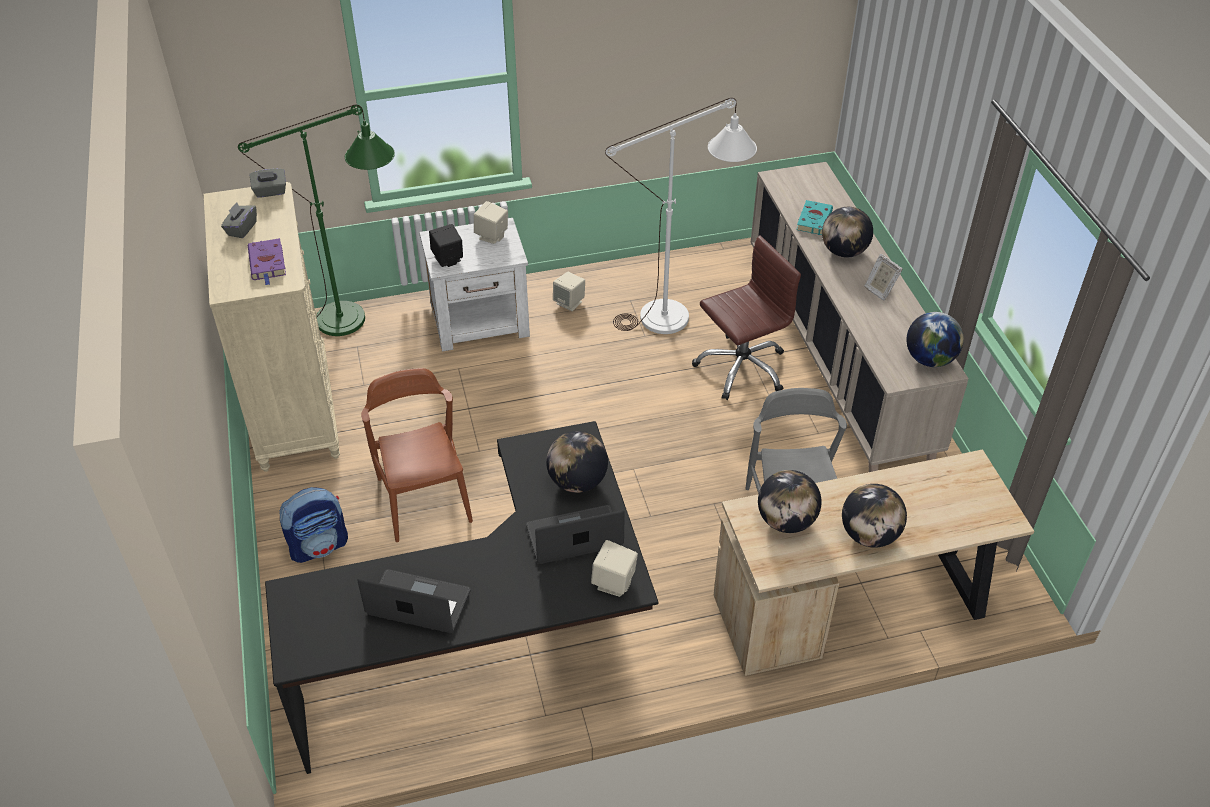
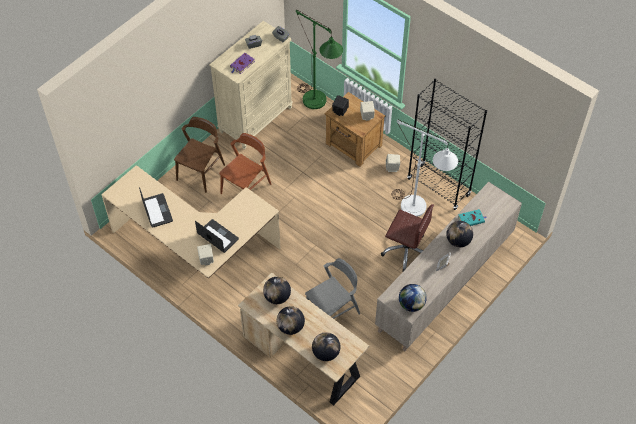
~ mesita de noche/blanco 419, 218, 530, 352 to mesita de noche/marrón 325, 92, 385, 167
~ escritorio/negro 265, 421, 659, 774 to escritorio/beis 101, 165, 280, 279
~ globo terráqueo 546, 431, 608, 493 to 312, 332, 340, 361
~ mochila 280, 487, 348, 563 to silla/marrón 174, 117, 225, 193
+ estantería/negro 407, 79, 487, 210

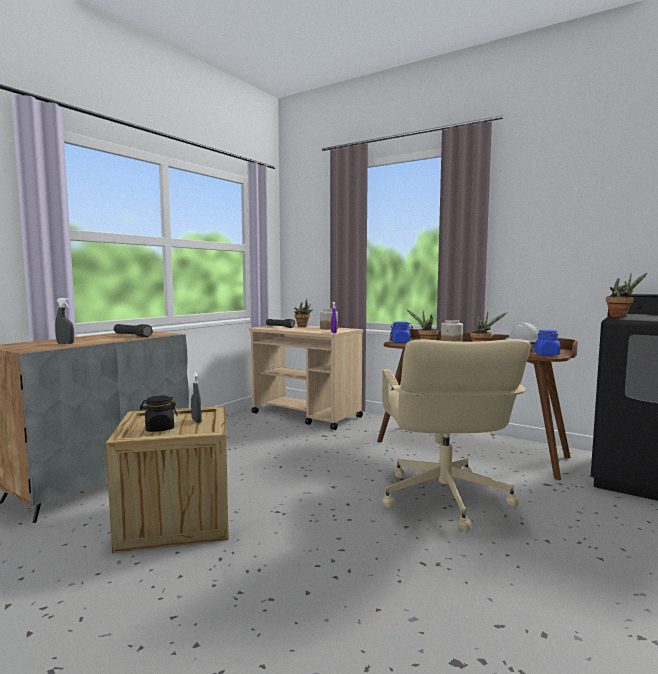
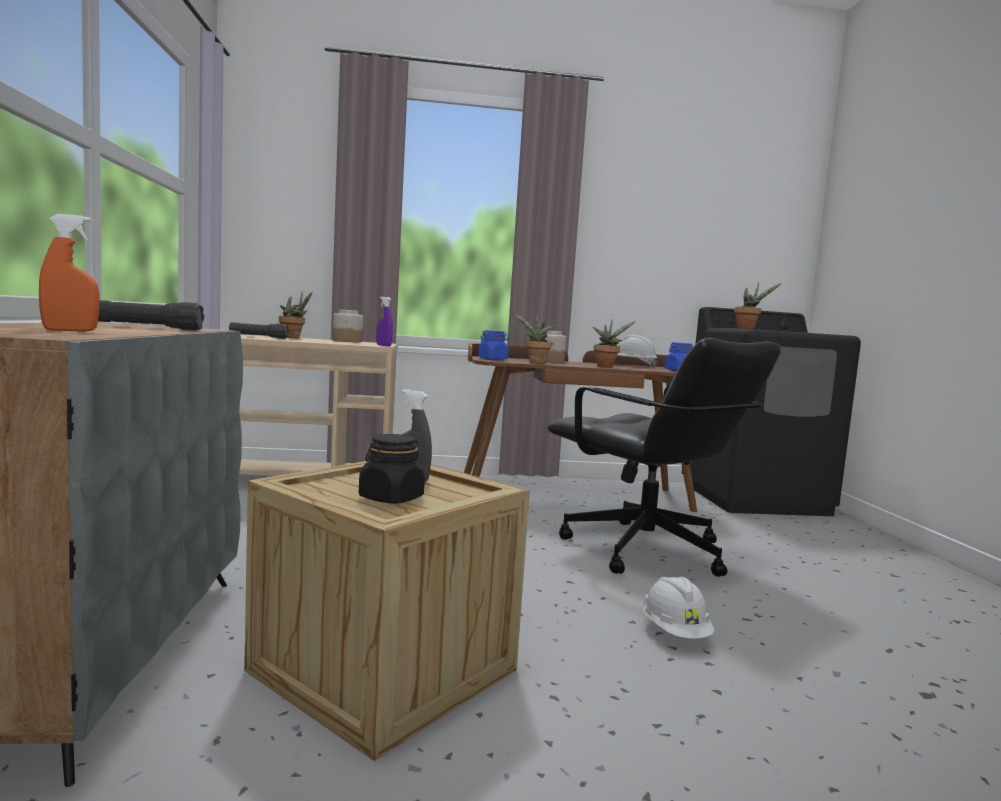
~ pulverizador/gris 55, 298, 74, 344 to pulverizador/naranja 39, 214, 99, 332
~ silla de oficina/beis 382, 339, 531, 531 to silla de oficina/negro 548, 338, 781, 577
+ casco/blanco 642, 577, 715, 639

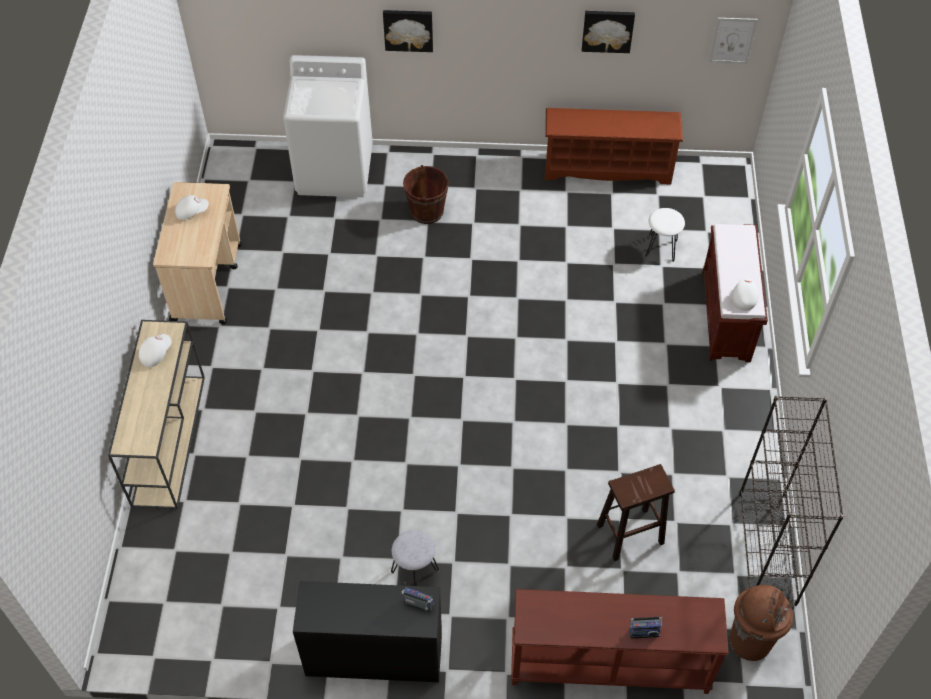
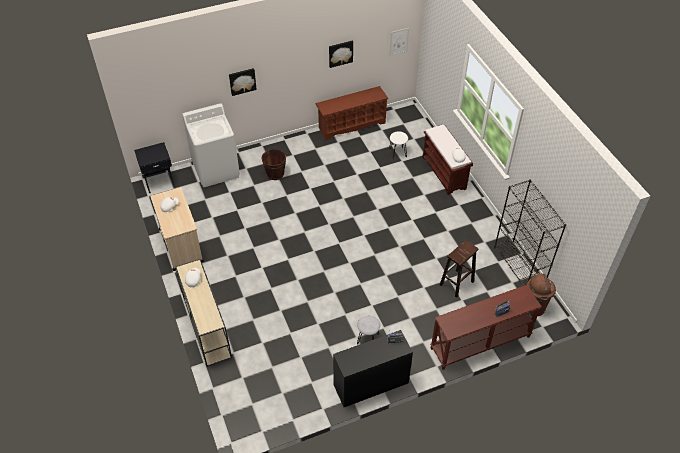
+ mesita de noche/negro 134, 142, 175, 193

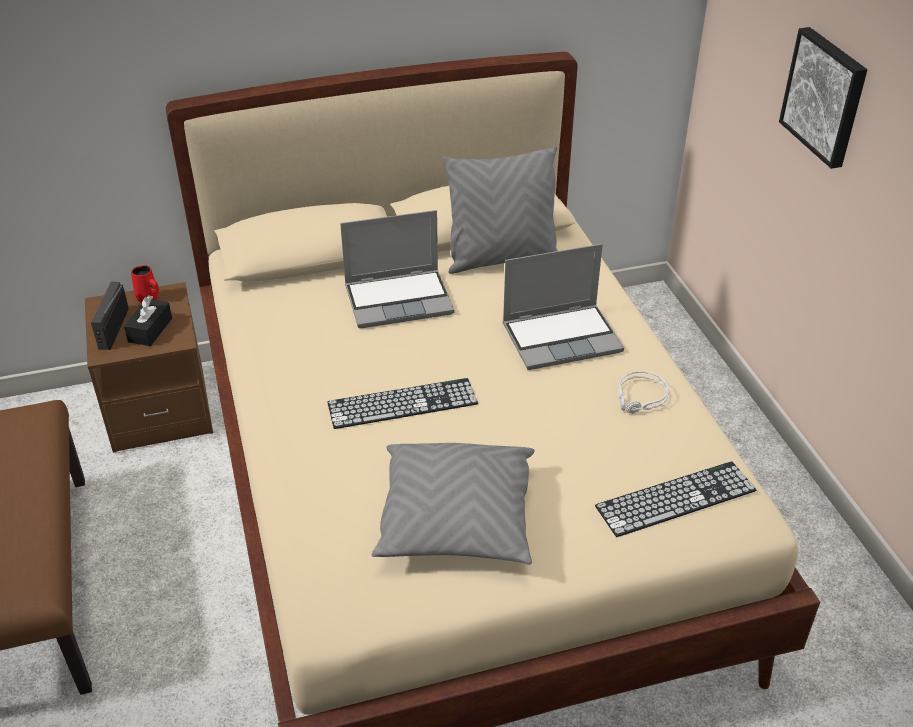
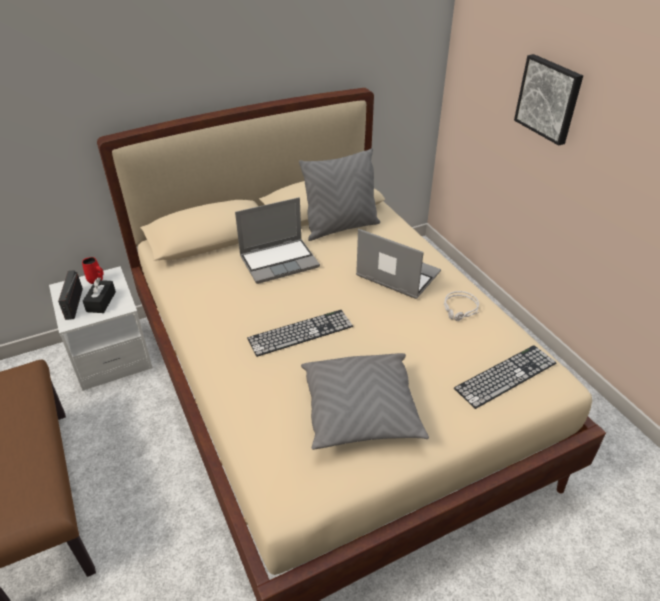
~ portátil 503, 244, 624, 370 = 356, 229, 441, 299 120 degrees counterclockwise
~ mesita de noche/marrón 85, 282, 213, 453 to mesita de noche/blanco 49, 266, 153, 391

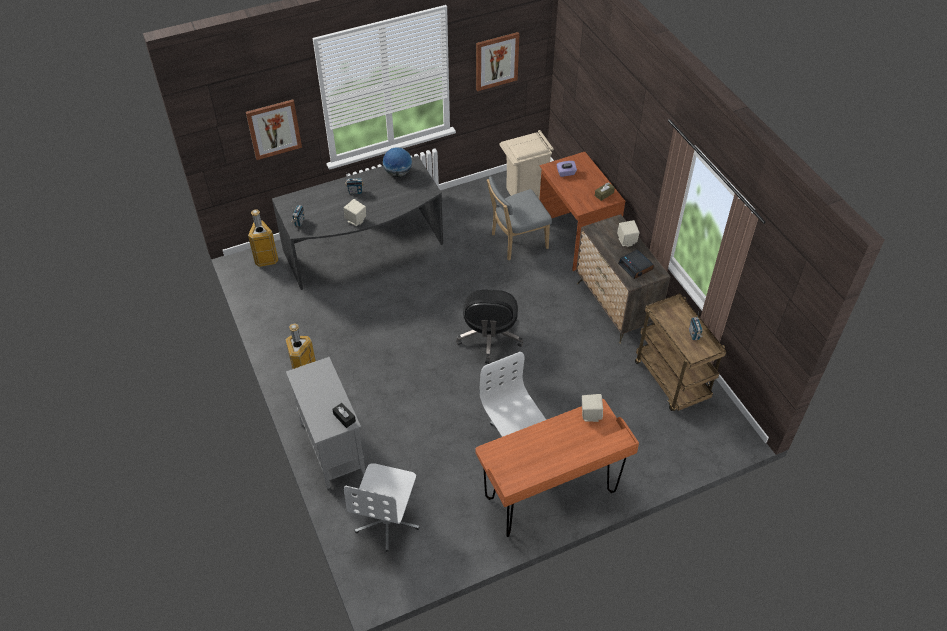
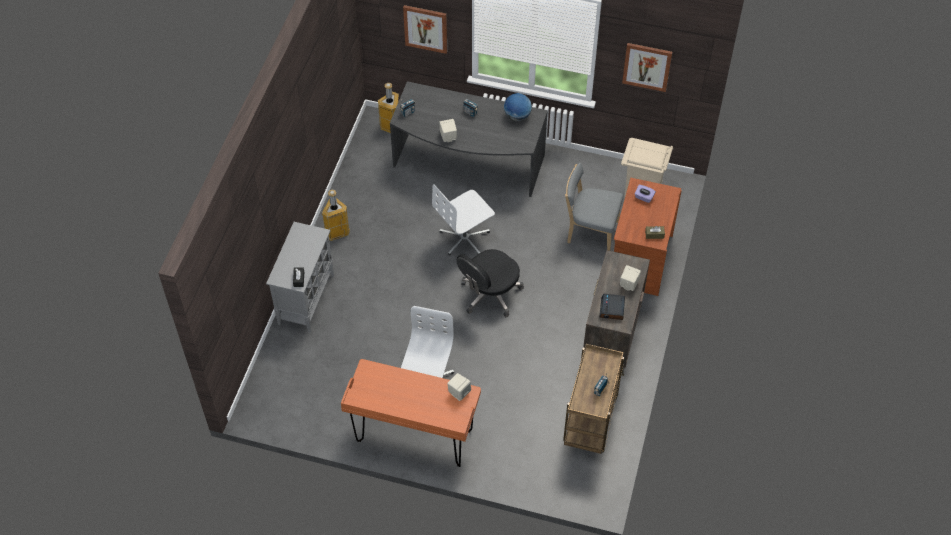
~ silla de oficina/blanco 344, 463, 419, 552 to 432, 184, 495, 255

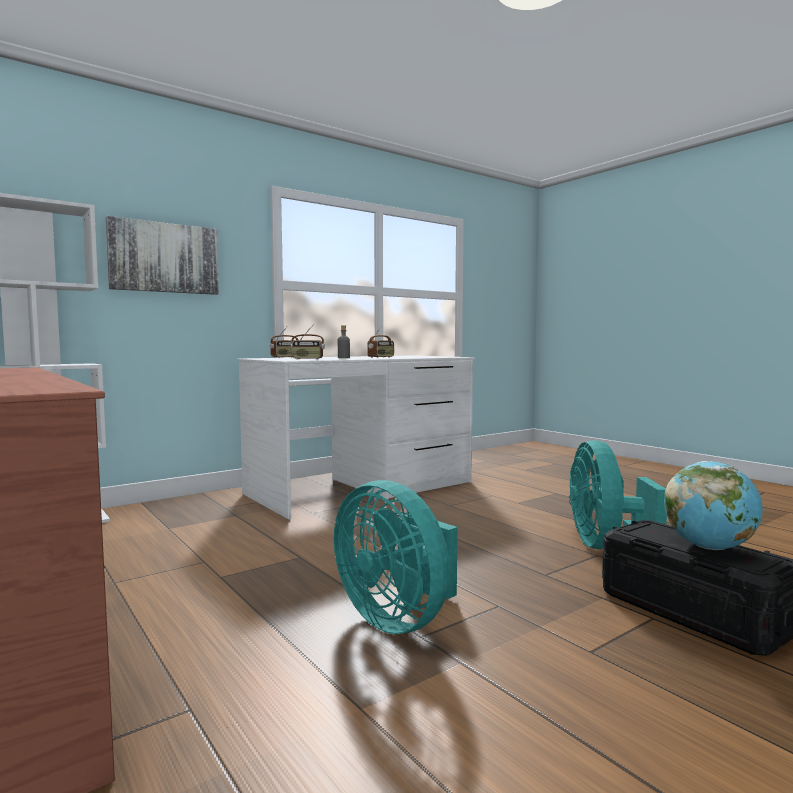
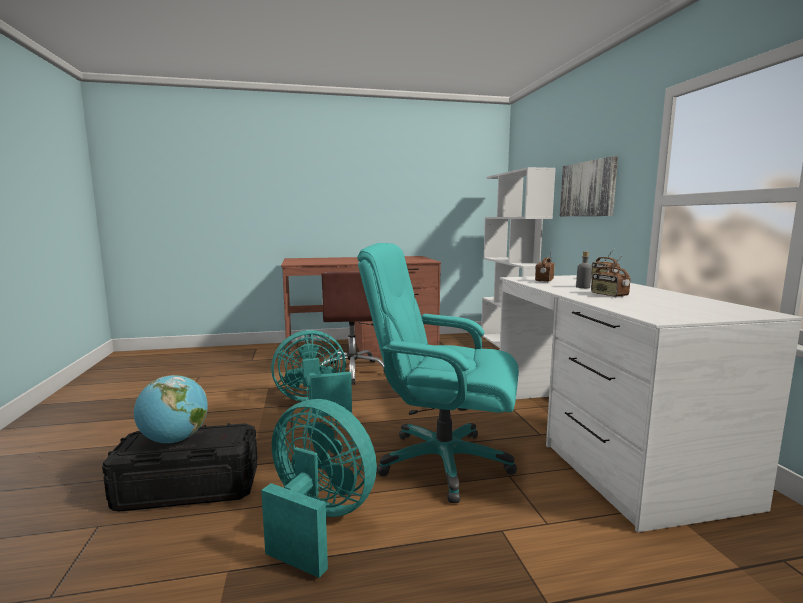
+ silla de oficina/turquesa 357, 243, 519, 503
+ silla de oficina/marrón 322, 271, 385, 385

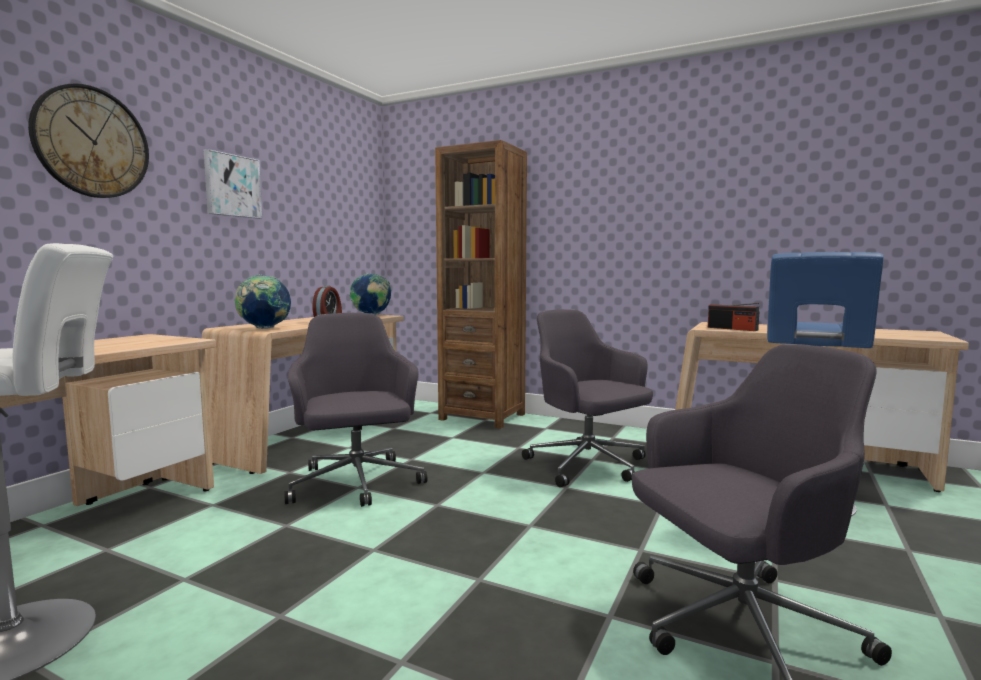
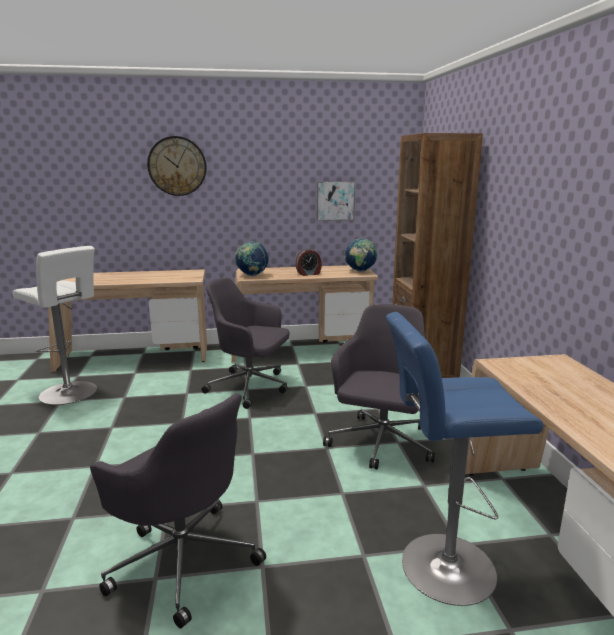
~ cuadro 204, 149, 262, 219 to 317, 181, 355, 221
- radio 708, 303, 759, 331
~ silla de oficina/gris 284, 313, 427, 507 = 201, 278, 289, 409 105 degrees counterclockwise

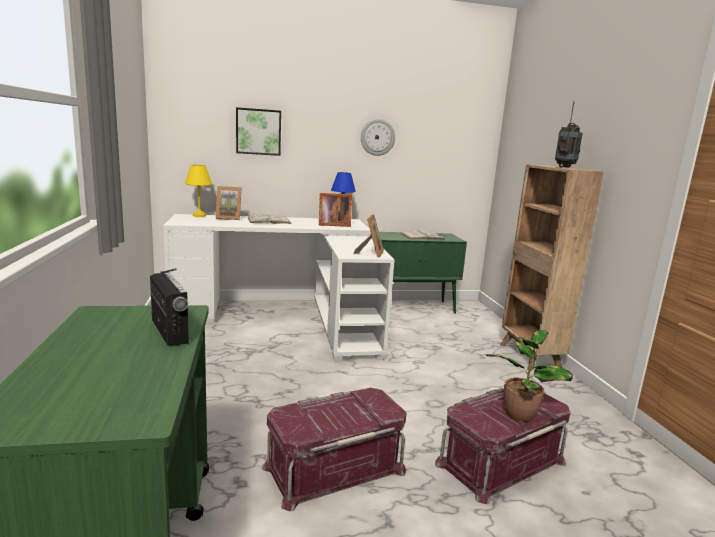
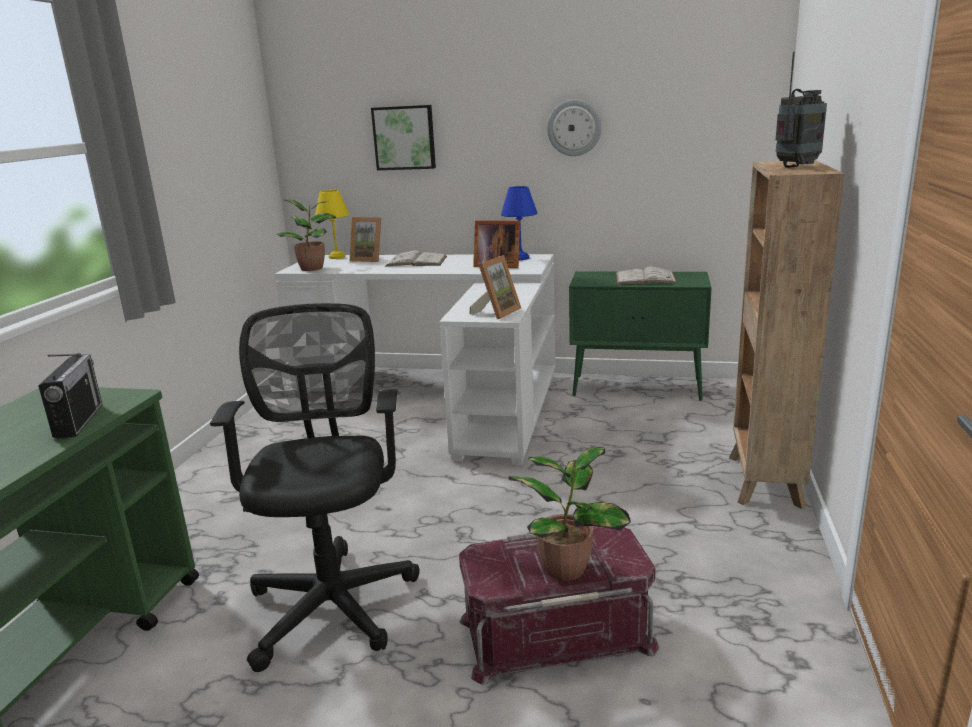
~ caja de almacenaje/rojo 262, 388, 406, 511 to silla de oficina/negro 210, 303, 419, 672
+ planta en maceta 277, 199, 336, 271

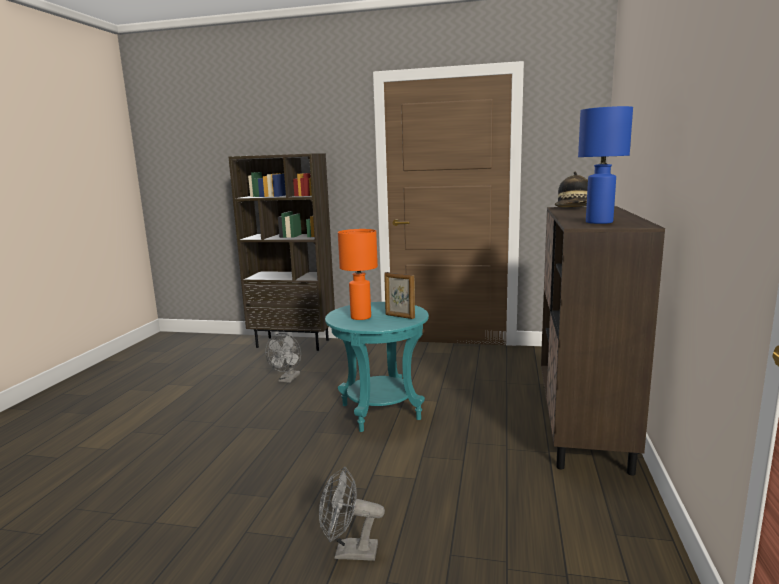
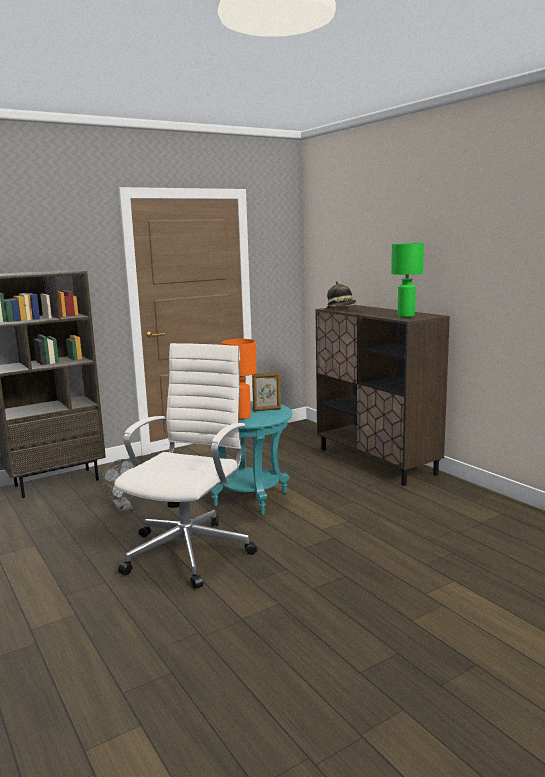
~ lámpara de mesa/azul 578, 106, 633, 224 to lámpara de mesa/verde 391, 243, 424, 317
- ventilador/gris 319, 467, 385, 561
+ silla de oficina/blanco 114, 343, 257, 589

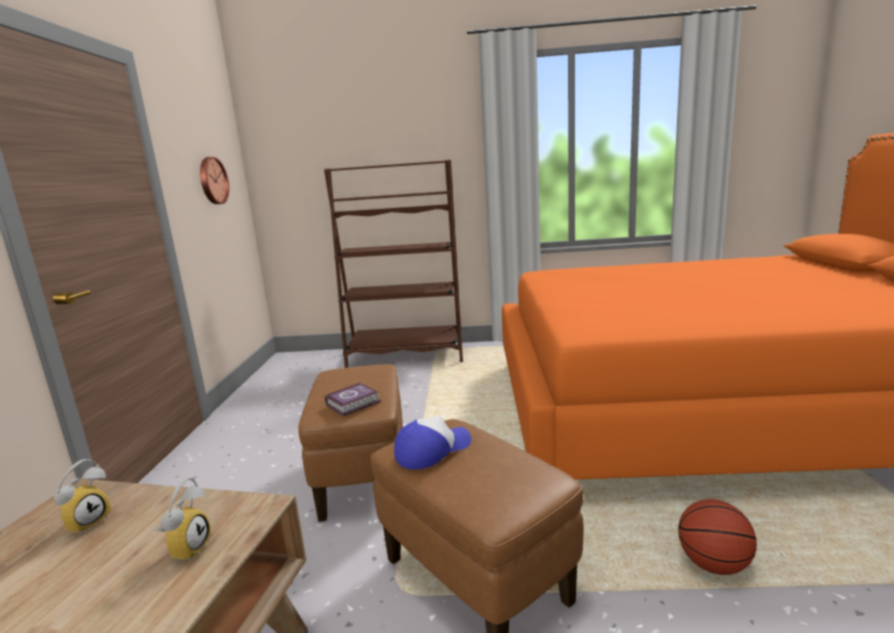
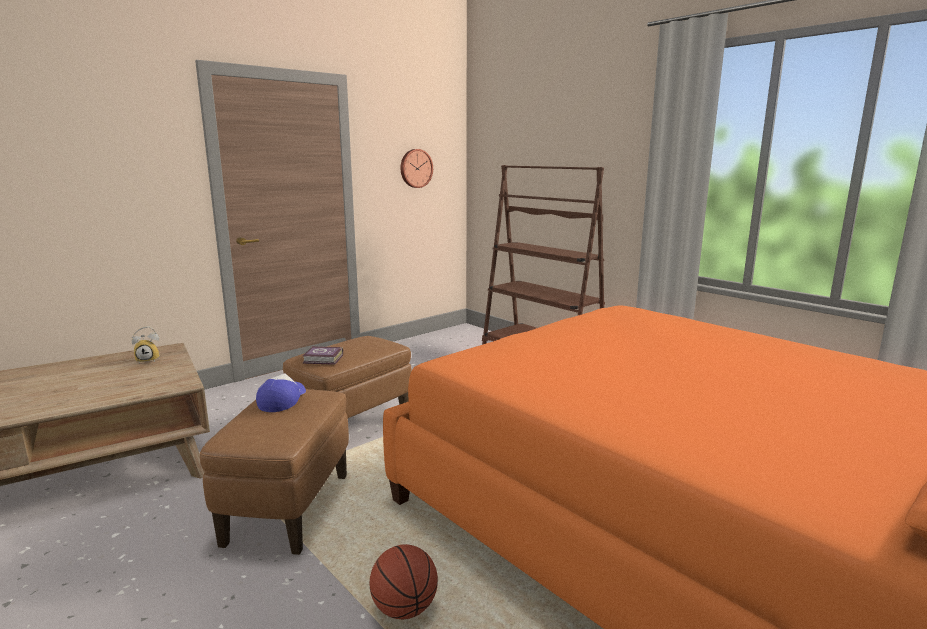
~ gorra 394, 416, 471, 469 = 256, 373, 306, 412 90 degrees counterclockwise
- despertador 155, 478, 211, 561

